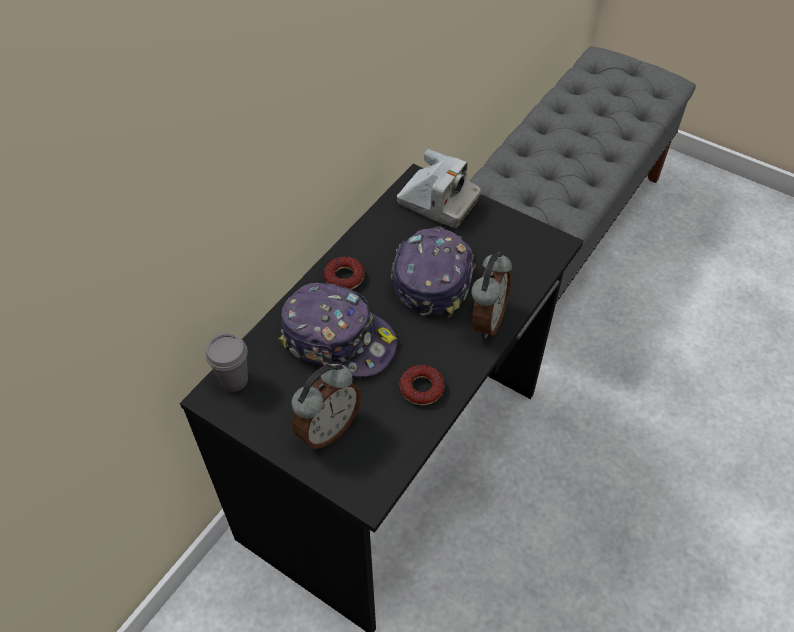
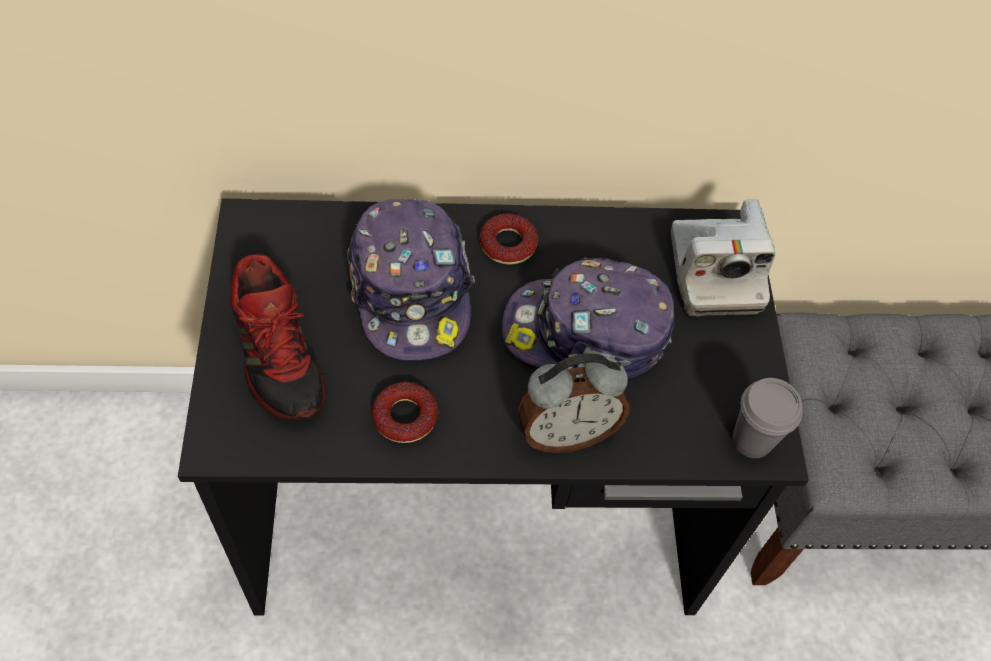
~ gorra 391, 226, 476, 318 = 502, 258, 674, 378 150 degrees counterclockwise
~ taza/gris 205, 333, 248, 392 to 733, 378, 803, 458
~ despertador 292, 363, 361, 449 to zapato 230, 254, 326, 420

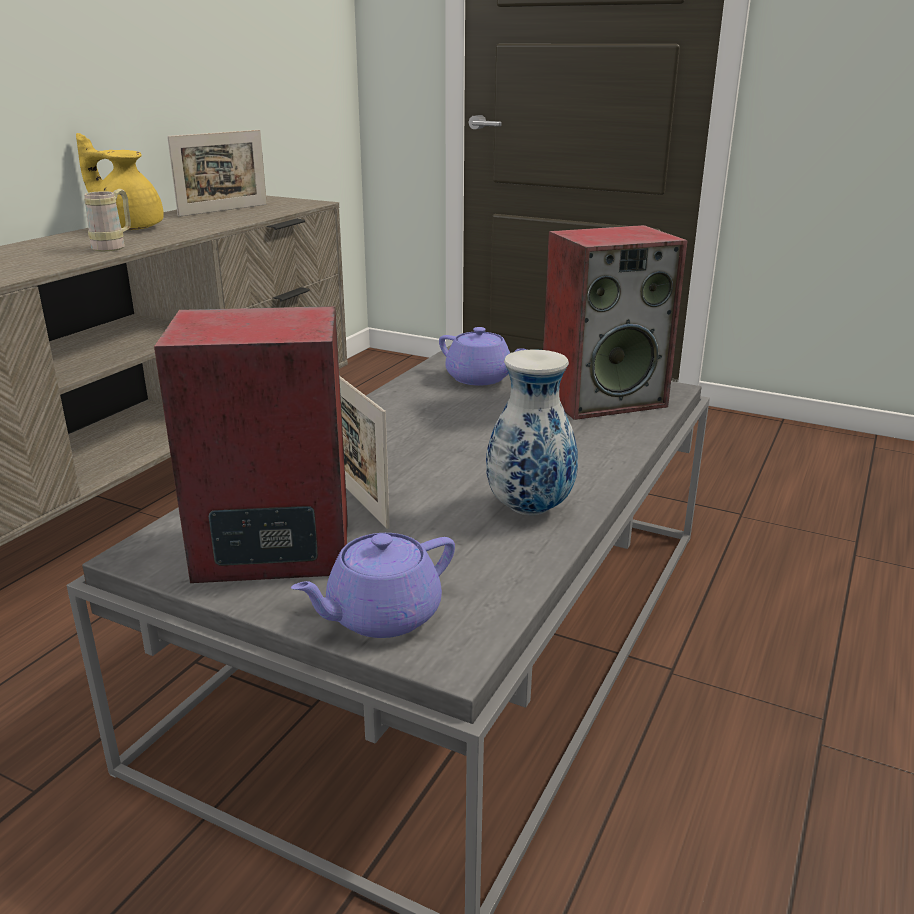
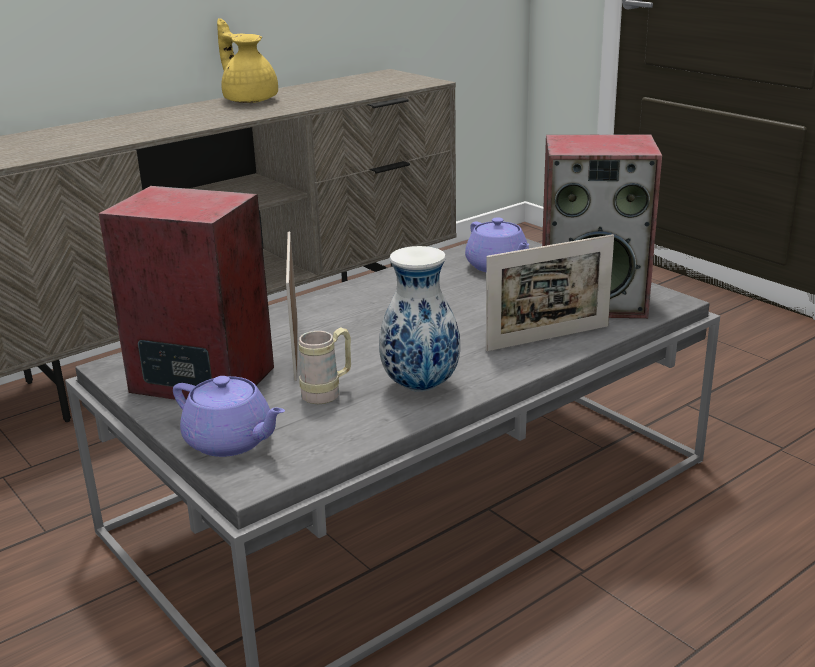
~ portarretratos 167, 130, 267, 217 to 486, 234, 614, 351
~ taza grande/beis 84, 189, 131, 251 to 299, 327, 351, 404
~ tetera/morado 291, 533, 455, 638 = 173, 376, 285, 457 135 degrees counterclockwise

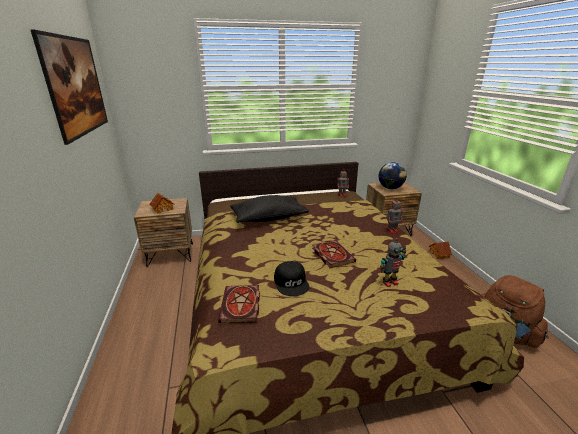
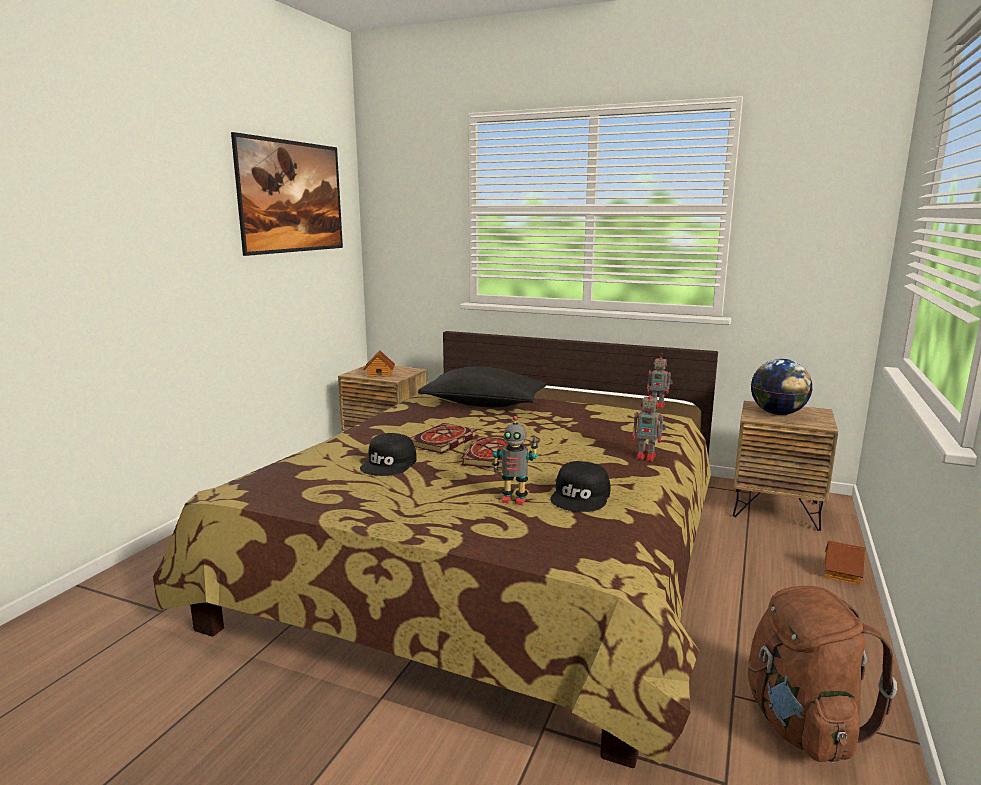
~ libro 218, 285, 260, 323 to 410, 423, 478, 454
+ gorra/negro 550, 461, 610, 512

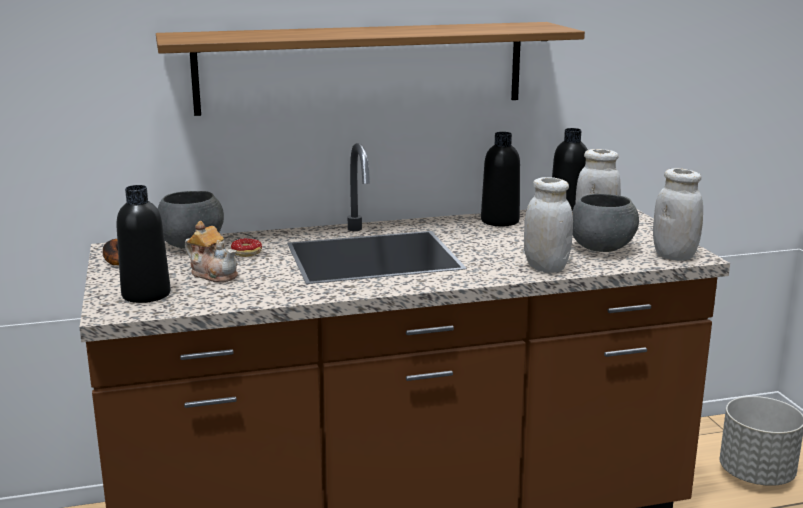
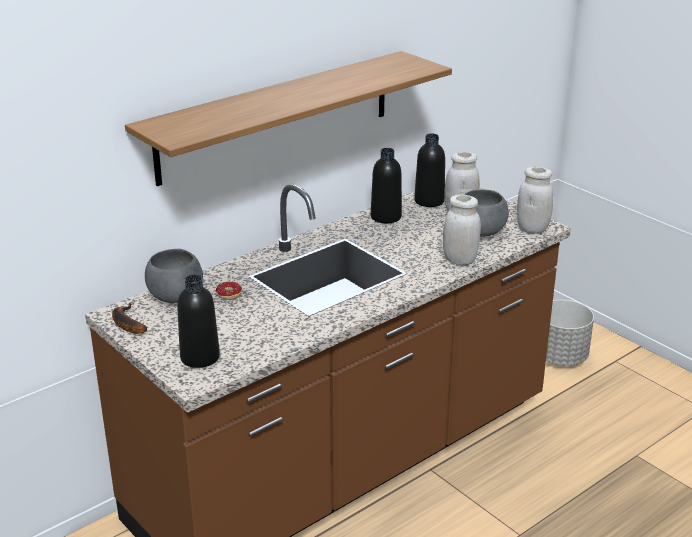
- tetera 185, 221, 238, 283

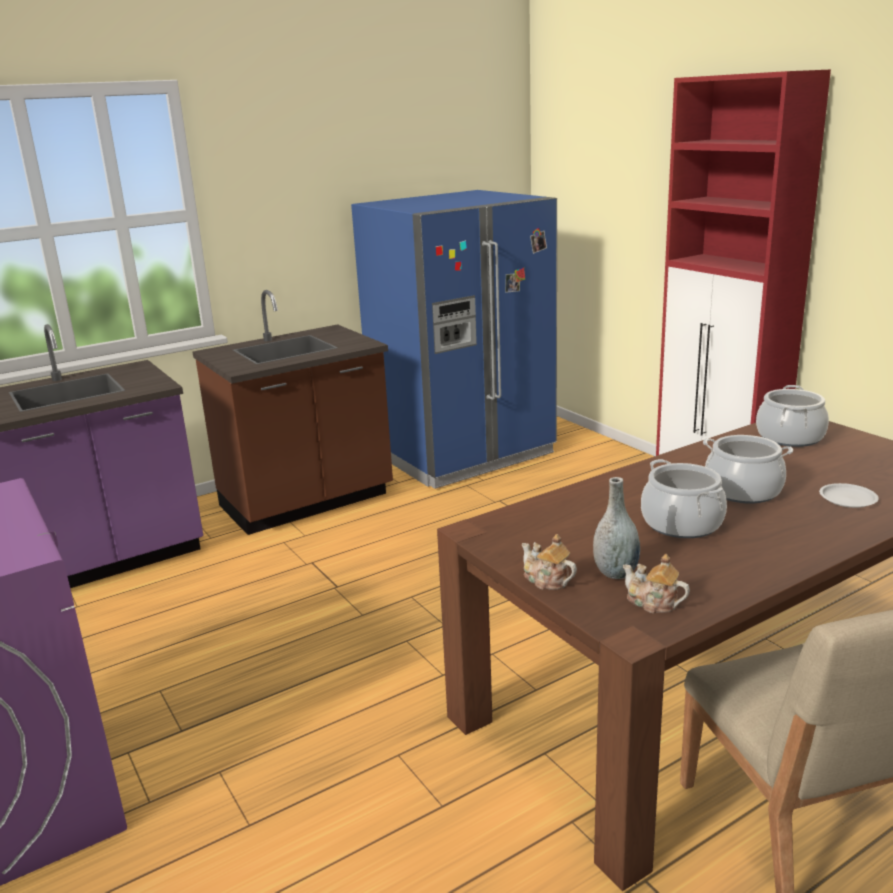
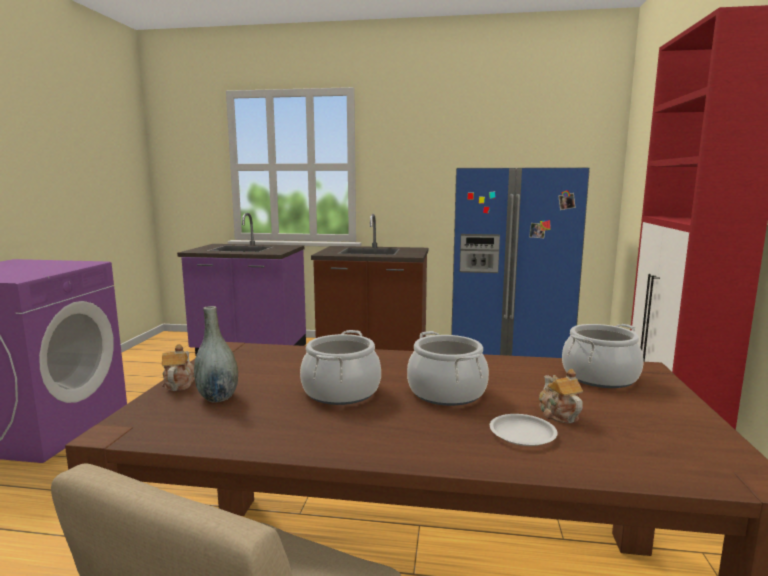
~ tetera 623, 554, 690, 613 to 539, 369, 583, 423

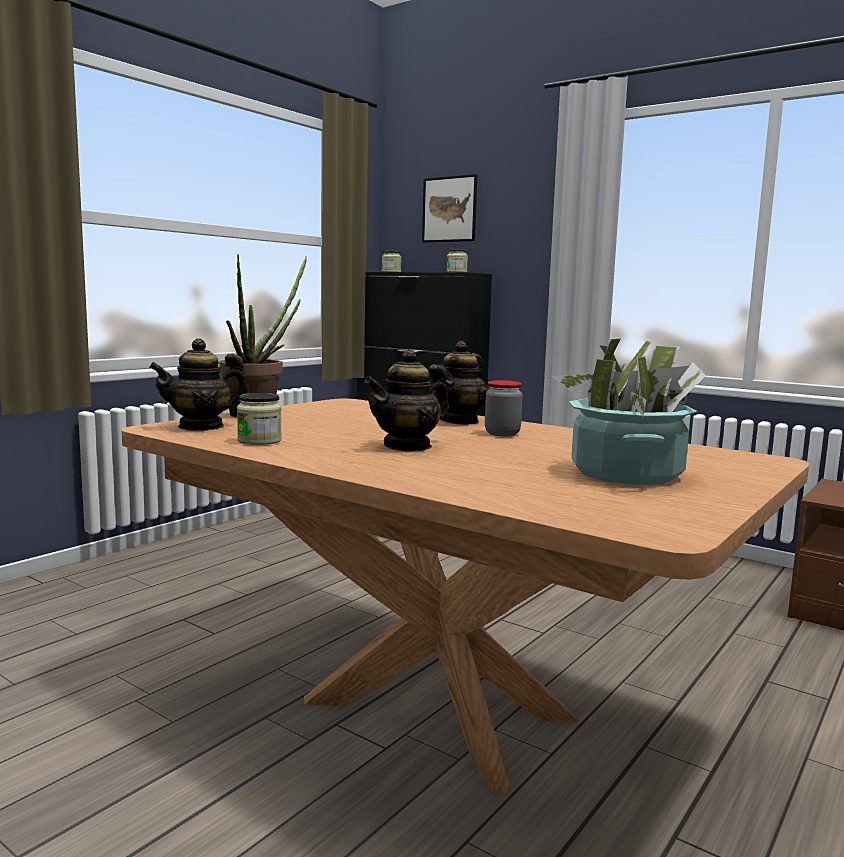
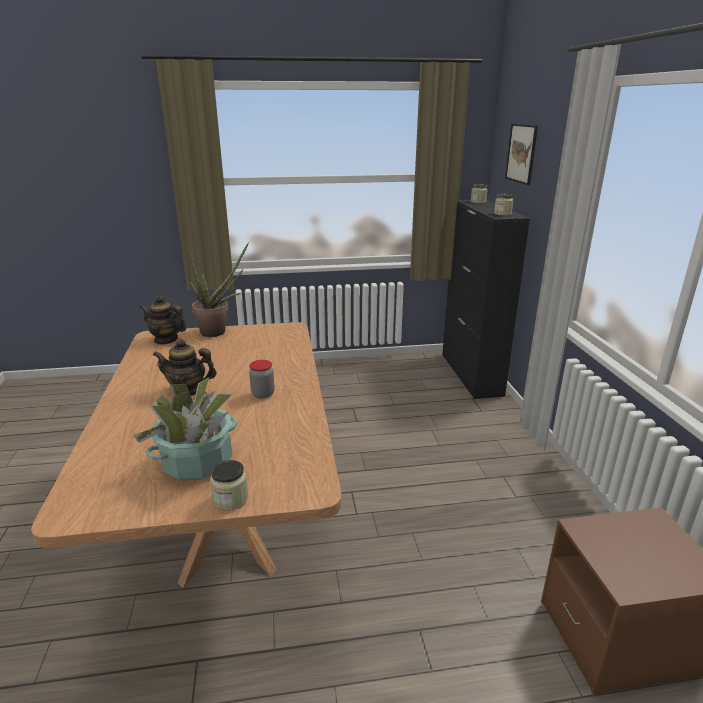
- tetera 432, 341, 488, 425
~ tarro 237, 393, 282, 445 to 210, 460, 248, 511

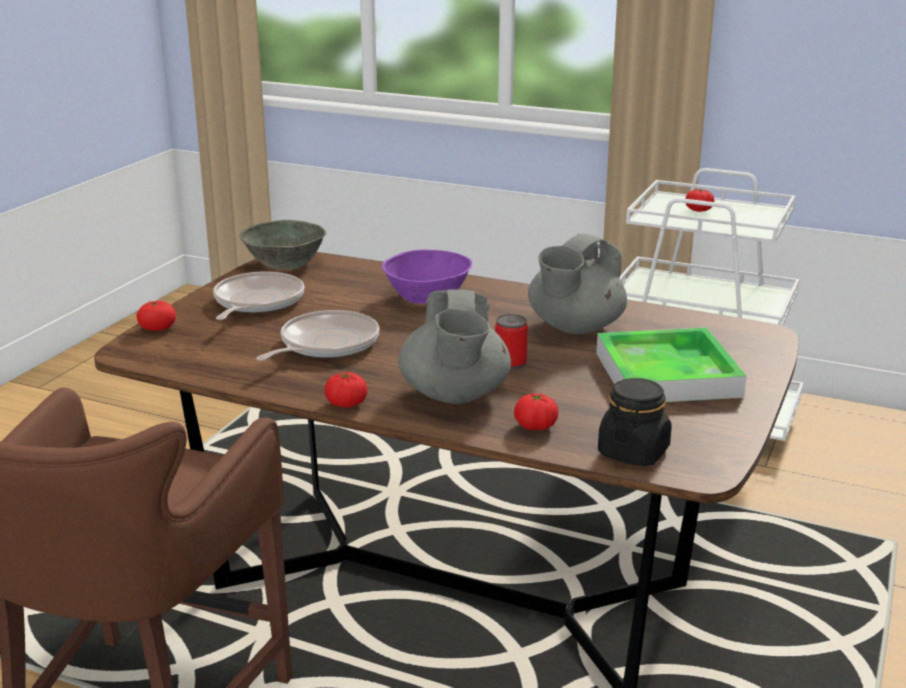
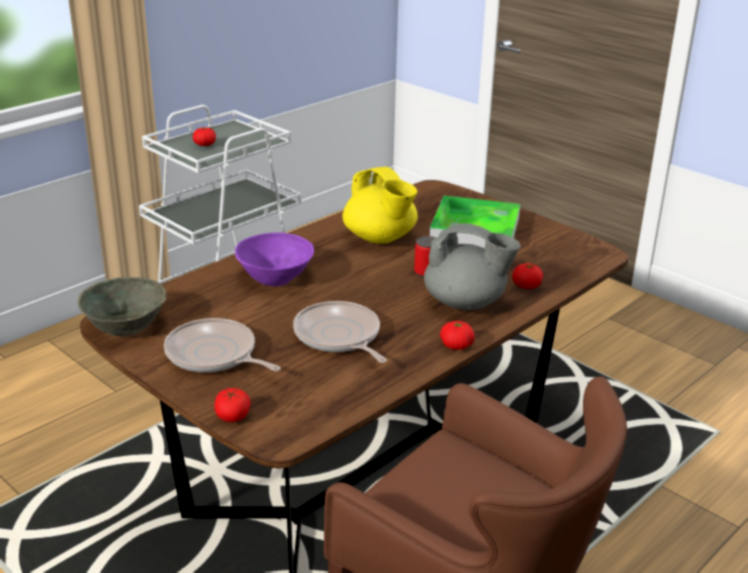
~ tetera/gris 528, 234, 627, 334 to tetera/amarillo 342, 167, 418, 244
- tarro/negro 598, 378, 671, 466

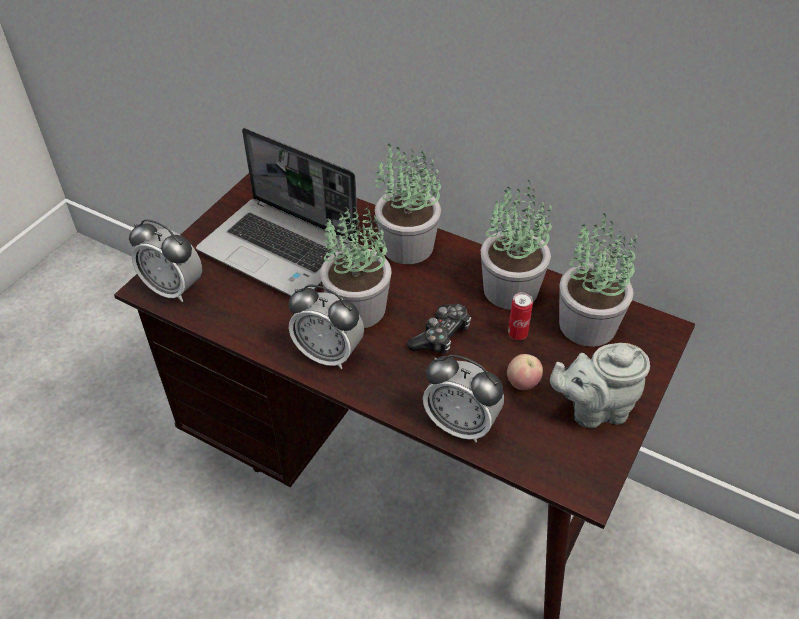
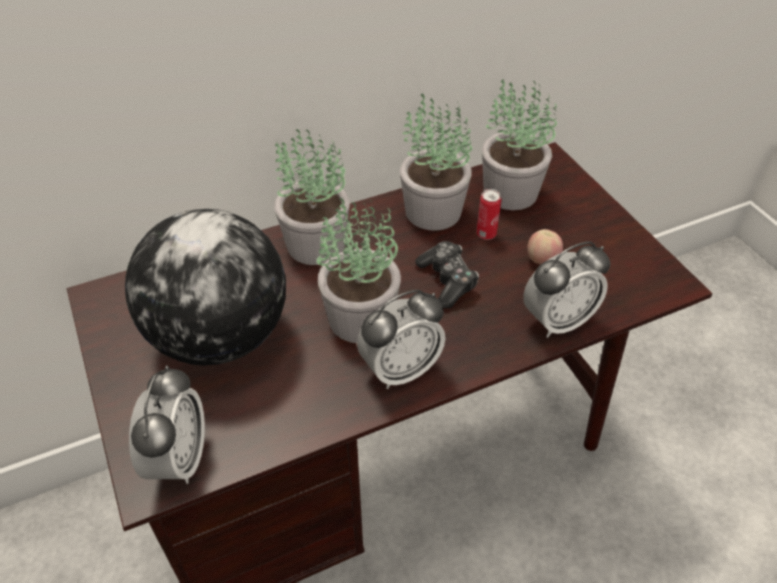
~ portátil 196, 128, 359, 296 to globo terráqueo 125, 209, 286, 366
~ despertador 129, 219, 202, 302 = 129, 365, 205, 484 60 degrees counterclockwise
- tetera/gris 550, 343, 650, 428

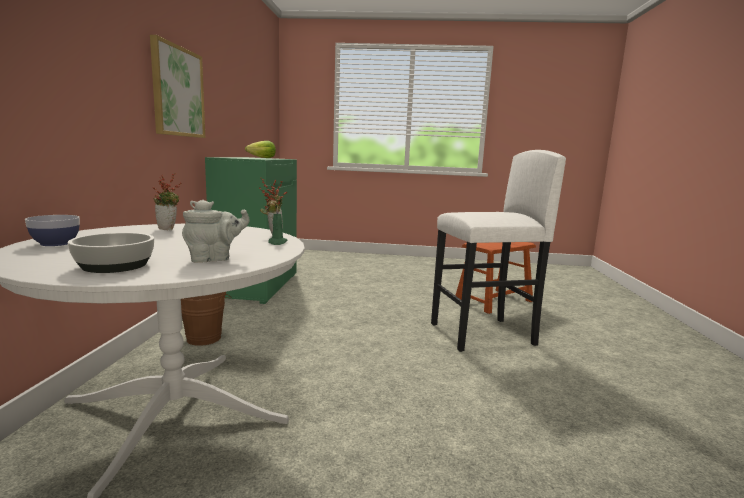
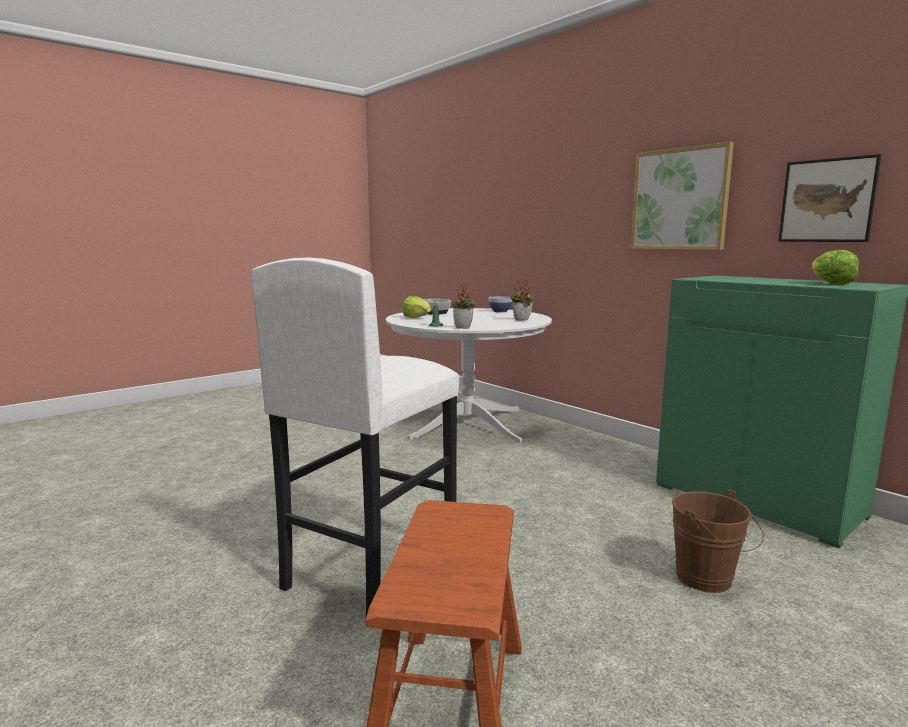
~ tetera/gris 182, 200, 249, 263 to lechuga 402, 296, 431, 318
~ cubo/marrón 181, 292, 231, 346 to 672, 489, 764, 593
+ cuadro 778, 154, 881, 242

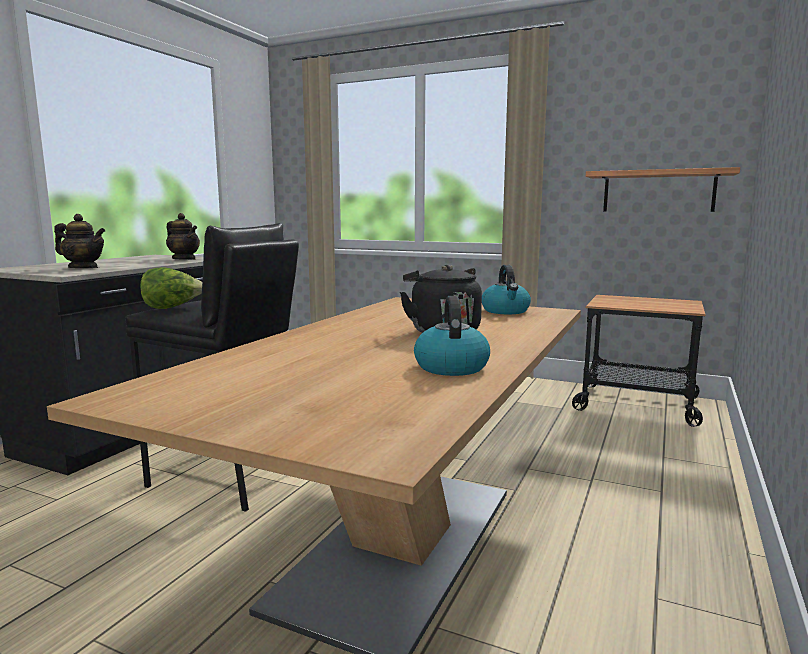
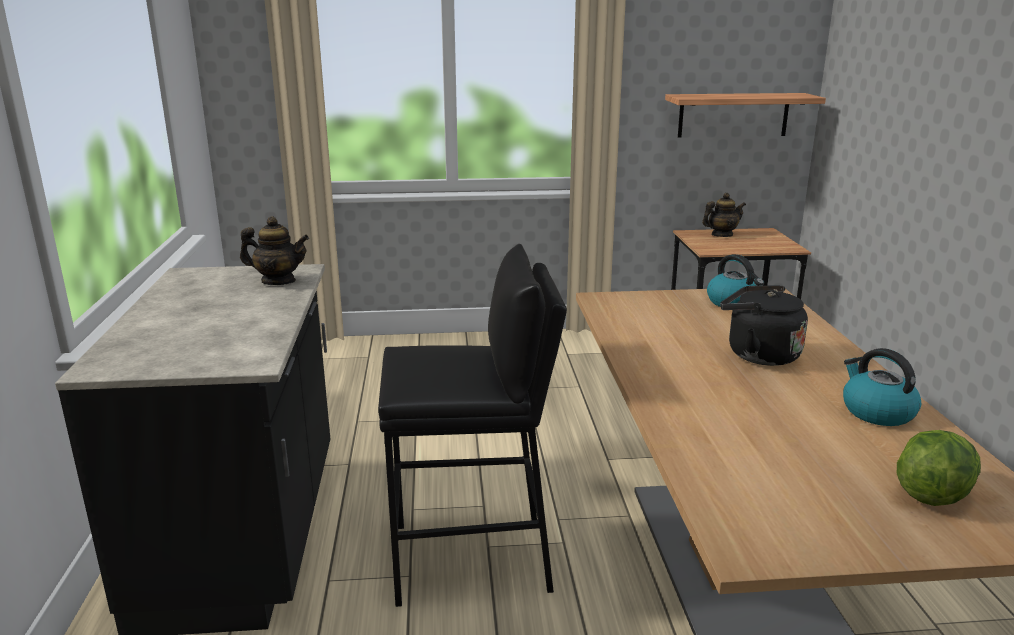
~ tetera 54, 214, 105, 268 to 702, 193, 746, 237
~ lechuga 140, 267, 202, 309 to 897, 430, 981, 506

